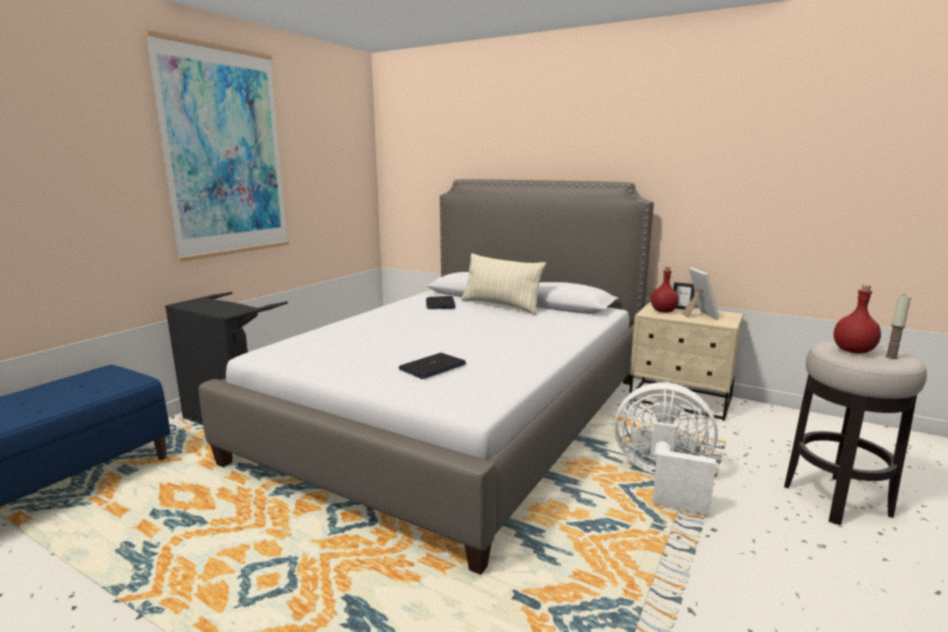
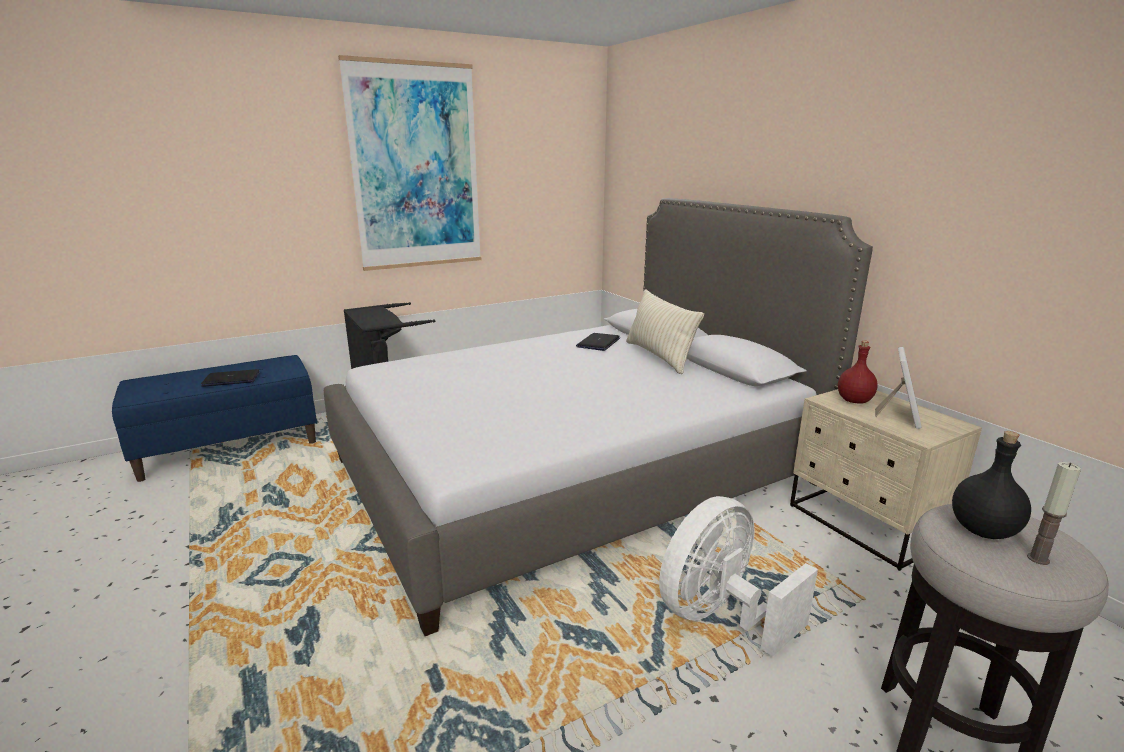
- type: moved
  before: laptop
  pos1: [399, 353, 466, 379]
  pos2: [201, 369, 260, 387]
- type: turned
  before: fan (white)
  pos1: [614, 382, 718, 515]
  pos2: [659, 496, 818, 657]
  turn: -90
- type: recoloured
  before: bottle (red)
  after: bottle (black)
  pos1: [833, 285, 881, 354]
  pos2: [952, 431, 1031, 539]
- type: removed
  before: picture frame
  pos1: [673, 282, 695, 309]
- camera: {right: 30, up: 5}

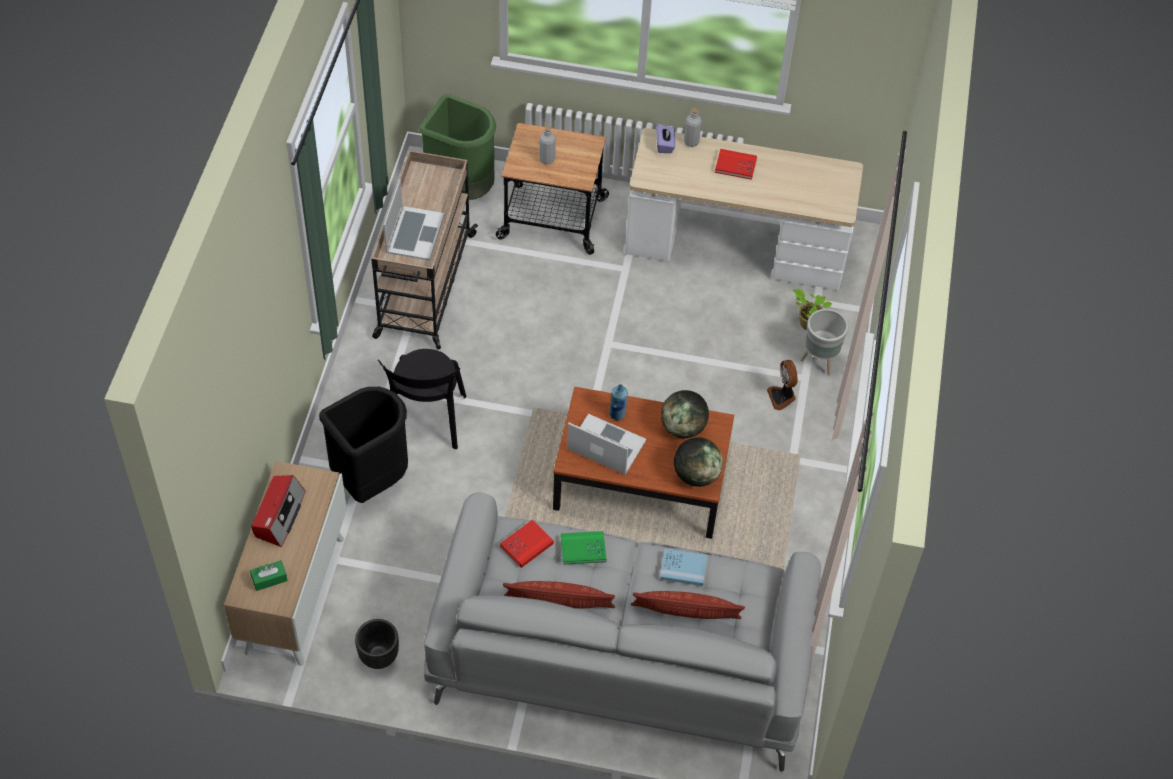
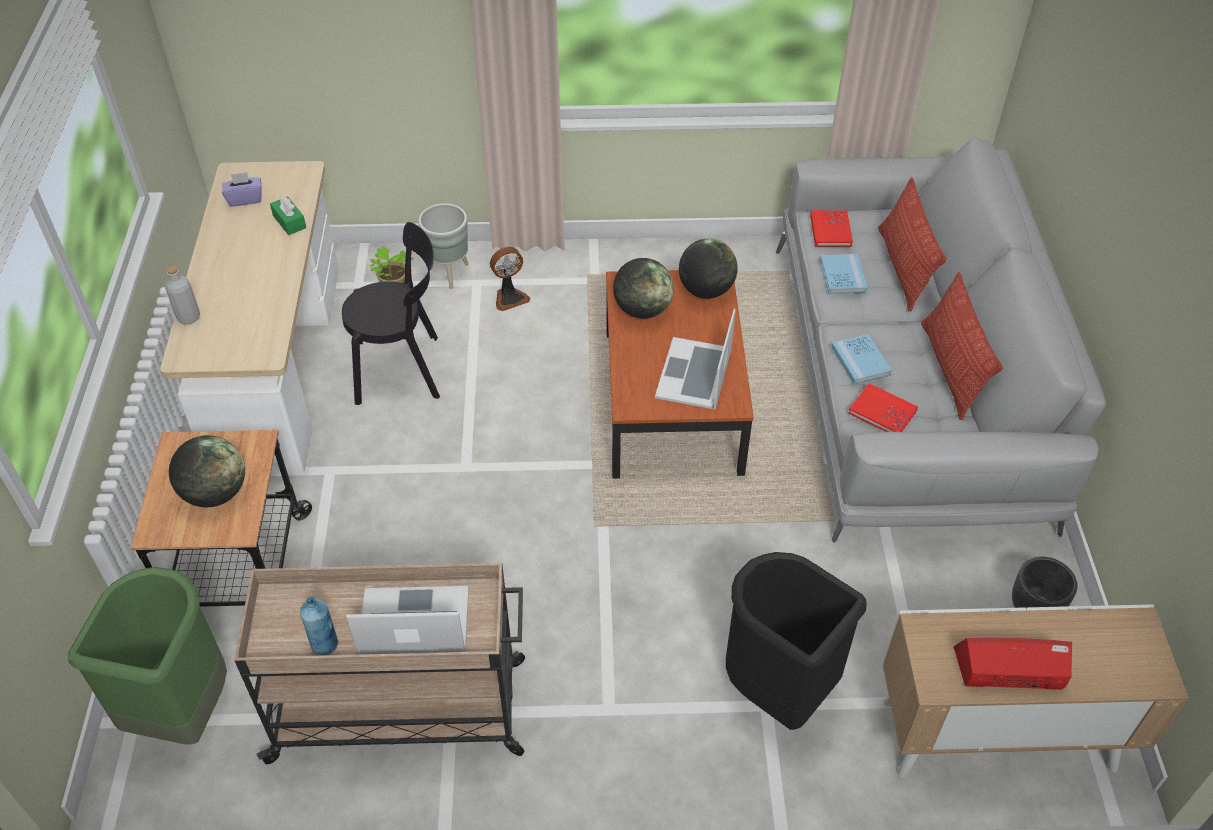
- type: replaced
  before: bottle (grey)
  after: globe
  pos1: [539, 126, 556, 165]
  pos2: [169, 435, 245, 507]
- type: moved
  before: tissue box (purple)
  pos1: [656, 124, 675, 153]
  pos2: [222, 172, 262, 207]
- type: moved
  before: tissue box (green)
  pos1: [250, 560, 288, 591]
  pos2: [270, 195, 306, 235]
- type: moved
  before: bottle (blue)
  pos1: [609, 384, 628, 420]
  pos2: [300, 597, 338, 656]
- type: moved
  before: chair (black)
  pos1: [378, 349, 466, 449]
  pos2: [342, 222, 440, 405]
- type: moved
  before: book (red)
  pos1: [715, 149, 757, 180]
  pos2: [810, 210, 853, 247]
- type: recoloured
  before: book (green)
  after: book (blue)
  pos1: [561, 531, 606, 565]
  pos2: [831, 334, 892, 384]
- camera: {right: -100, up: -5}

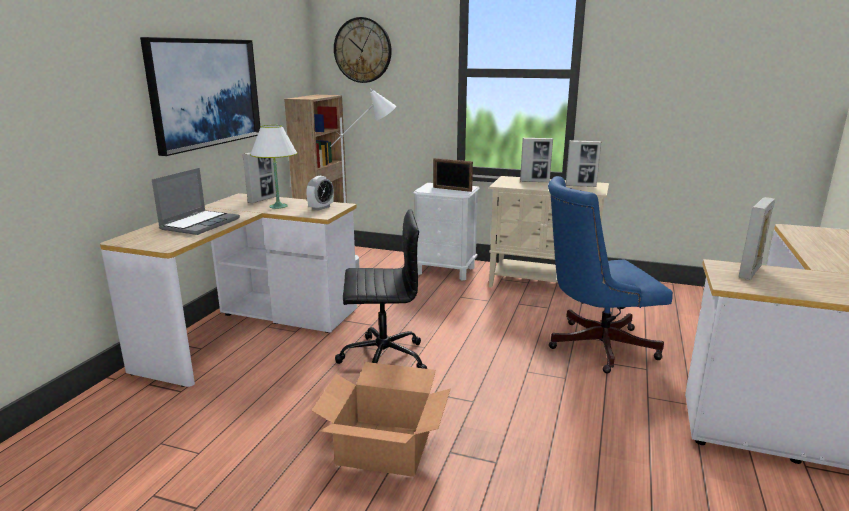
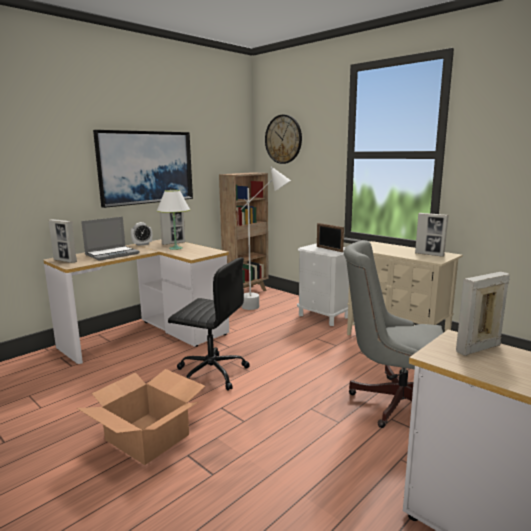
- type: moved
  before: picture frame
  pos1: [520, 138, 553, 182]
  pos2: [48, 219, 77, 263]
- type: moved
  before: alarm clock
  pos1: [306, 176, 334, 211]
  pos2: [131, 222, 152, 246]
- type: recoloured
  before: office chair (blue)
  after: office chair (grey)
  pos1: [548, 176, 673, 373]
  pos2: [344, 240, 443, 428]
- camera: {right: 25, up: -5}

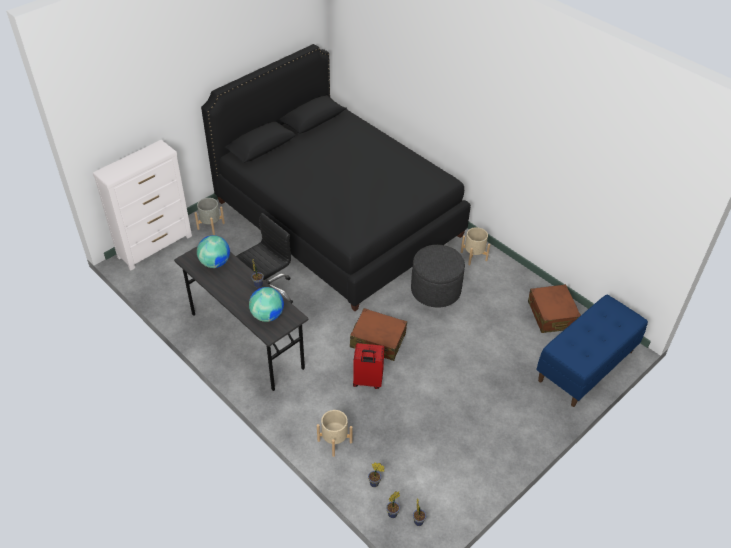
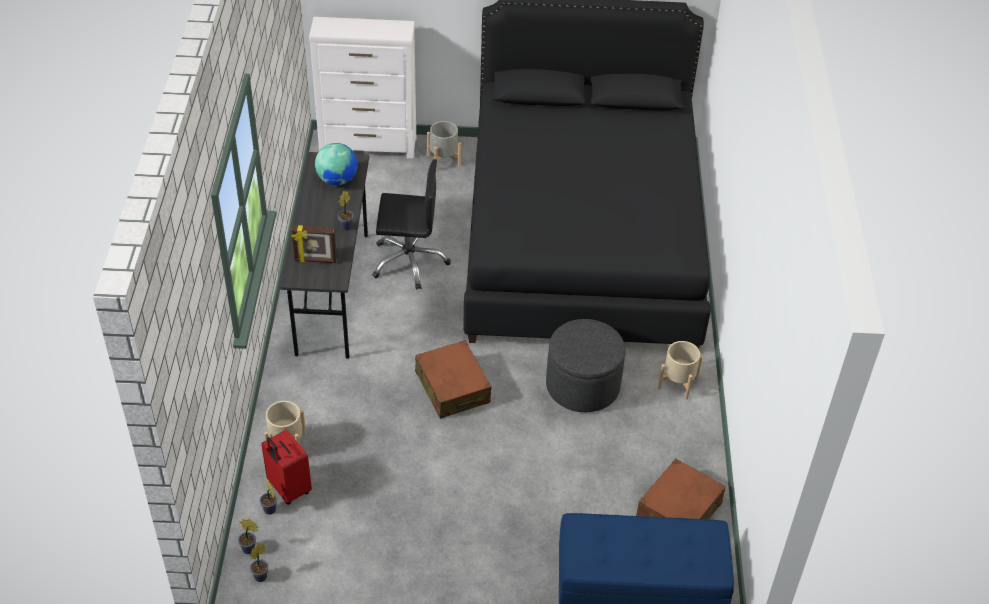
- type: moved
  before: suitcase (red)
  pos1: [353, 343, 384, 389]
  pos2: [261, 429, 312, 505]
- type: replaced
  before: globe
  after: picture frame
  pos1: [249, 287, 284, 322]
  pos2: [291, 225, 337, 263]
- camera: {right: 45, up: 0}

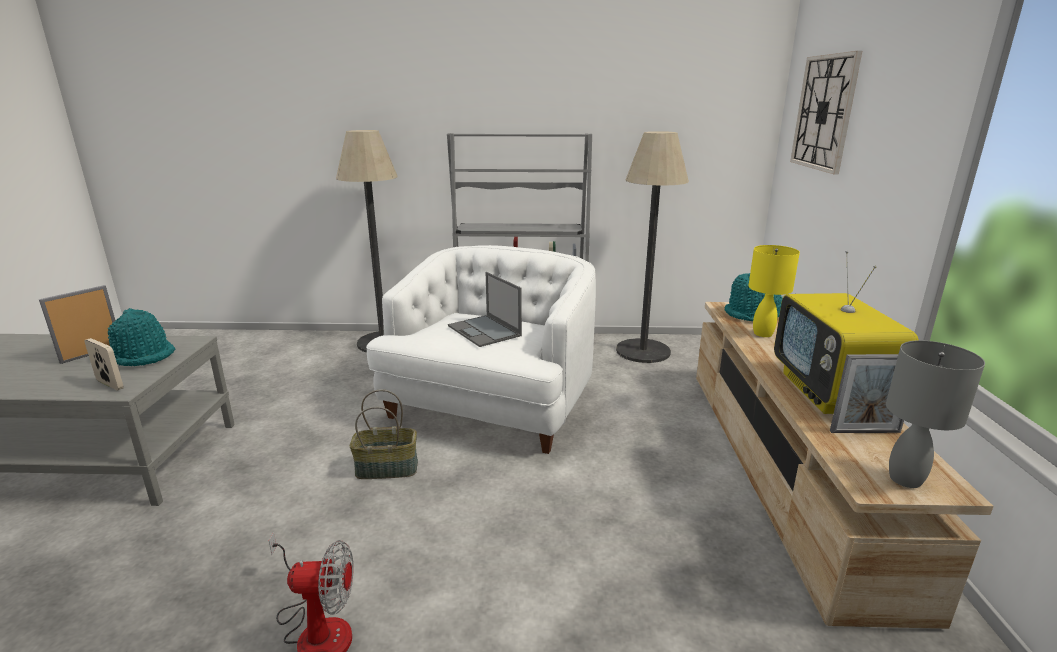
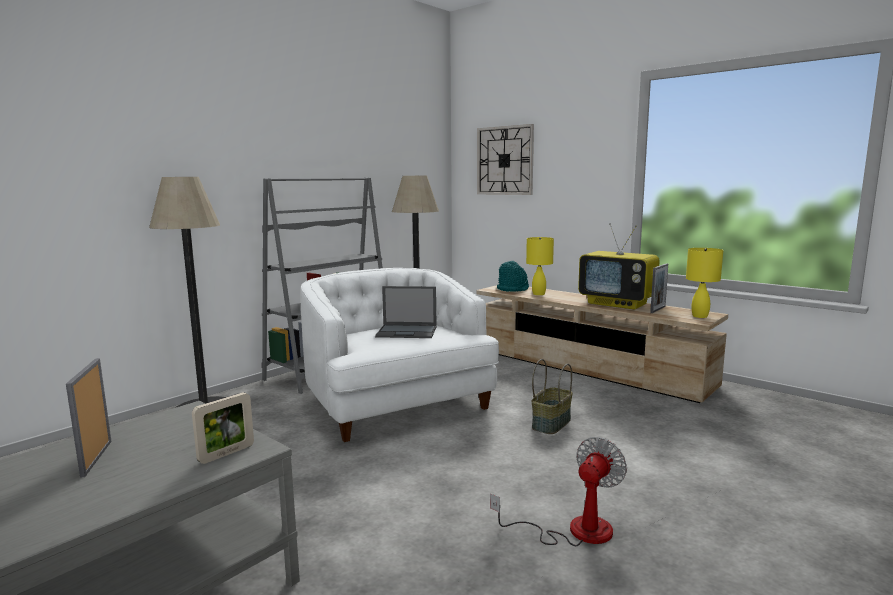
- type: turned
  before: picture frame
  pos1: [85, 338, 124, 391]
  pos2: [192, 392, 254, 464]
  turn: 150
- type: moved
  before: basket
  pos1: [350, 390, 418, 479]
  pos2: [532, 359, 573, 434]
- type: recoloured
  before: table lamp (grey)
  after: table lamp (yellow)
  pos1: [886, 340, 985, 488]
  pos2: [686, 248, 723, 318]
- type: removed
  before: hat (turquoise)
  pos1: [108, 308, 175, 366]
- camera: {right: -50, up: -10}

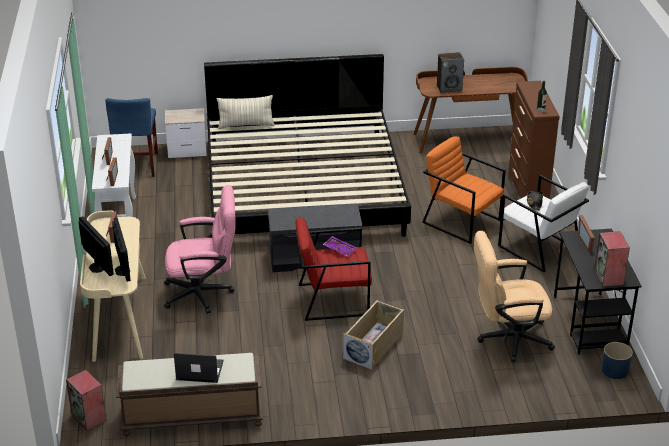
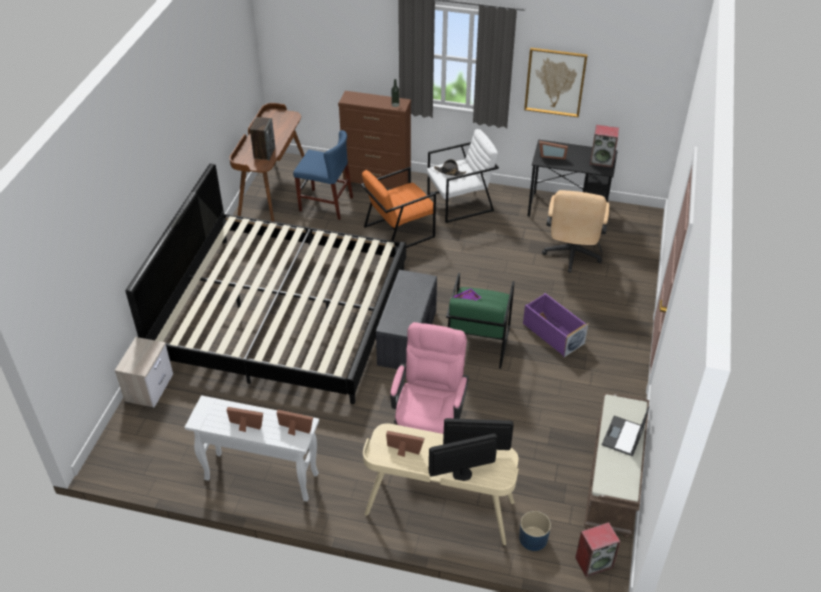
- type: moved
  before: chair (blue)
  pos1: [105, 98, 158, 177]
  pos2: [293, 130, 353, 220]
- type: recoloured
  before: armchair (red)
  after: armchair (green)
  pos1: [296, 217, 372, 321]
  pos2: [446, 273, 515, 369]
- type: moved
  before: planter (blue)
  pos1: [602, 342, 633, 379]
  pos2: [519, 511, 551, 551]
- type: recoloured
  before: storage box (beige)
  after: storage box (purple)
  pos1: [343, 300, 404, 370]
  pos2: [523, 293, 589, 357]
- type: added
  after: picture
  pos2: [524, 48, 587, 117]
- type: removed
  before: pillow
  pos1: [217, 95, 275, 129]
- camera: {right: -70, up: 10}

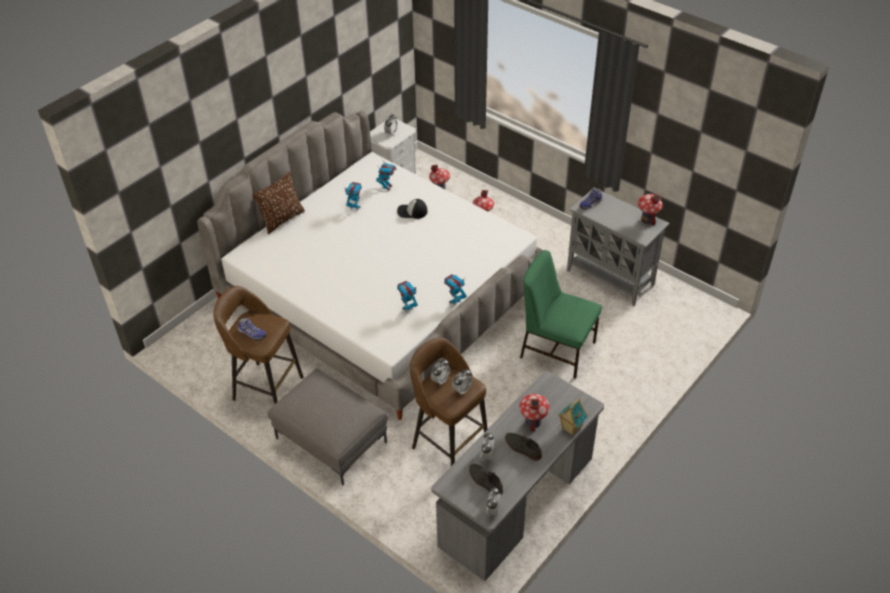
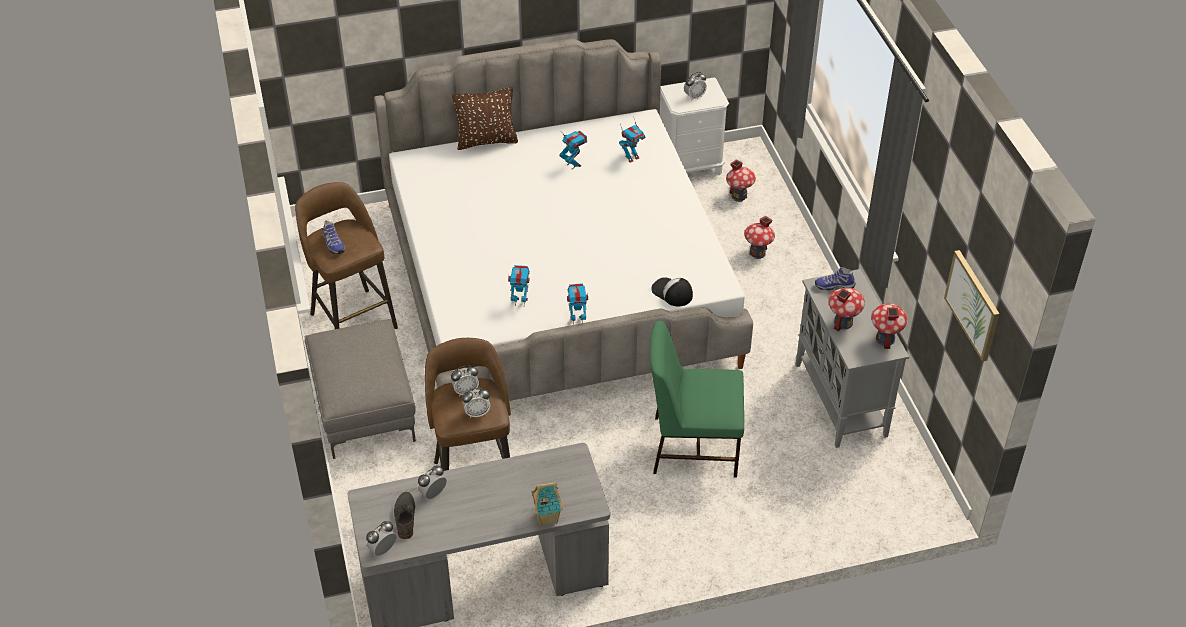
- type: turned
  before: chair (green)
  pos1: [520, 250, 602, 379]
  pos2: [650, 321, 744, 478]
  turn: -60
- type: moved
  before: cap
  pos1: [397, 199, 428, 219]
  pos2: [651, 277, 693, 306]
- type: moved
  before: toy house
  pos1: [519, 394, 549, 431]
  pos2: [828, 288, 865, 331]
- type: added
  after: picture
  pos2: [944, 250, 999, 362]
- type: removed
  before: shoe (grey)
  pos1: [505, 433, 542, 461]
- camera: {right: 35, up: 0}

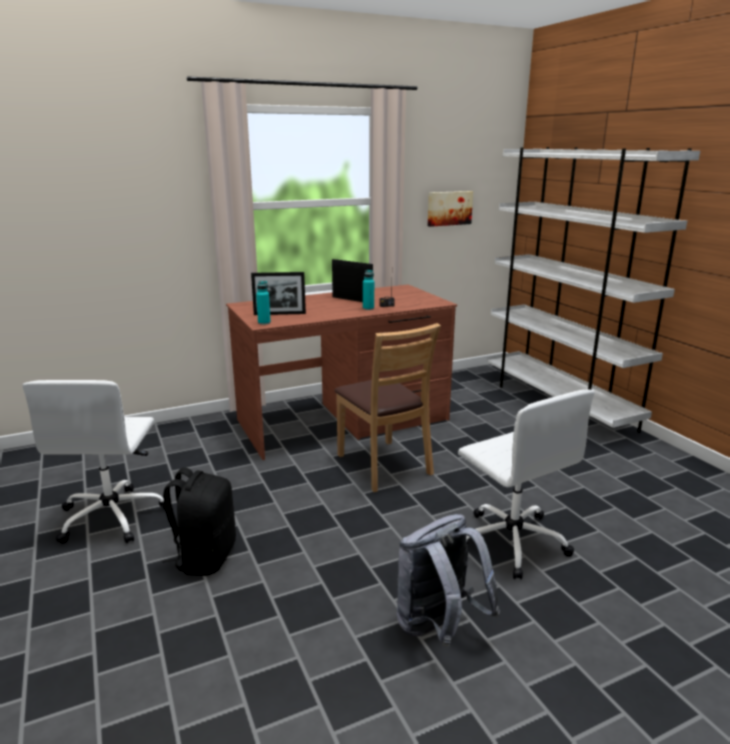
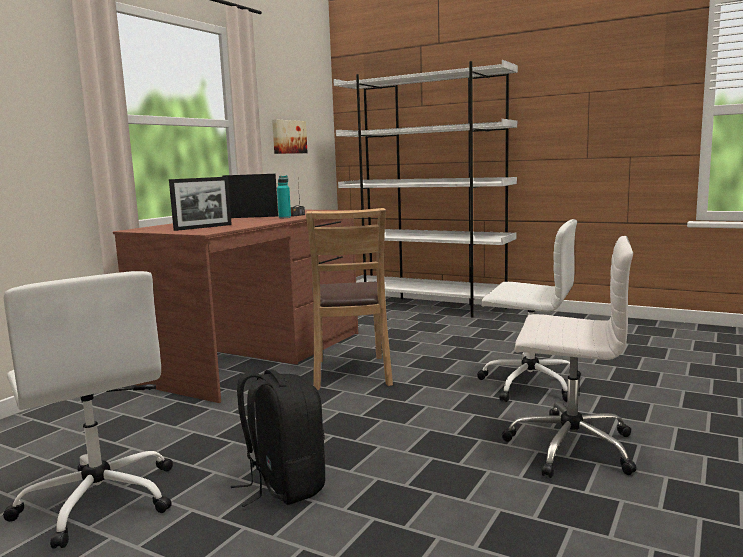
- type: turned
  before: chair (brown)
  pos1: [334, 323, 441, 492]
  pos2: [306, 208, 393, 390]
  turn: 60
- type: replaced
  before: backpack (grey)
  after: office chair (white)
  pos1: [397, 514, 500, 647]
  pos2: [502, 236, 637, 478]
- type: removed
  before: bottle (turquoise)
  pos1: [256, 281, 271, 325]
- camera: {right: -35, up: -10}

